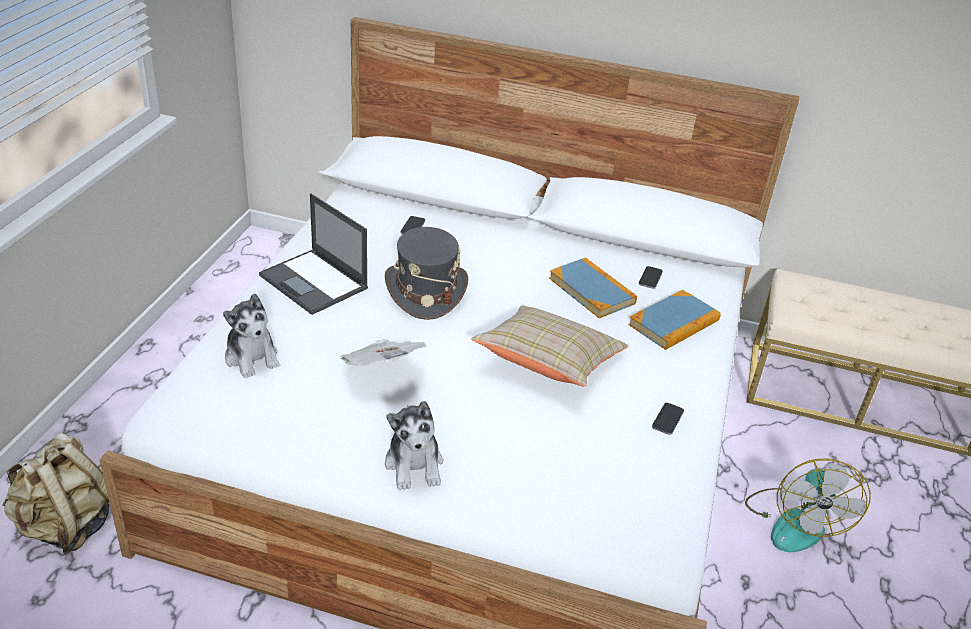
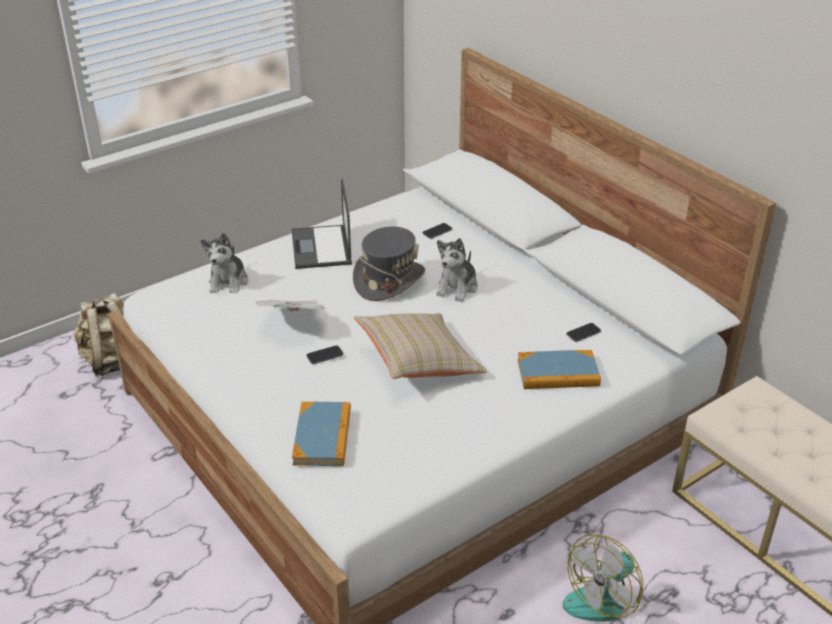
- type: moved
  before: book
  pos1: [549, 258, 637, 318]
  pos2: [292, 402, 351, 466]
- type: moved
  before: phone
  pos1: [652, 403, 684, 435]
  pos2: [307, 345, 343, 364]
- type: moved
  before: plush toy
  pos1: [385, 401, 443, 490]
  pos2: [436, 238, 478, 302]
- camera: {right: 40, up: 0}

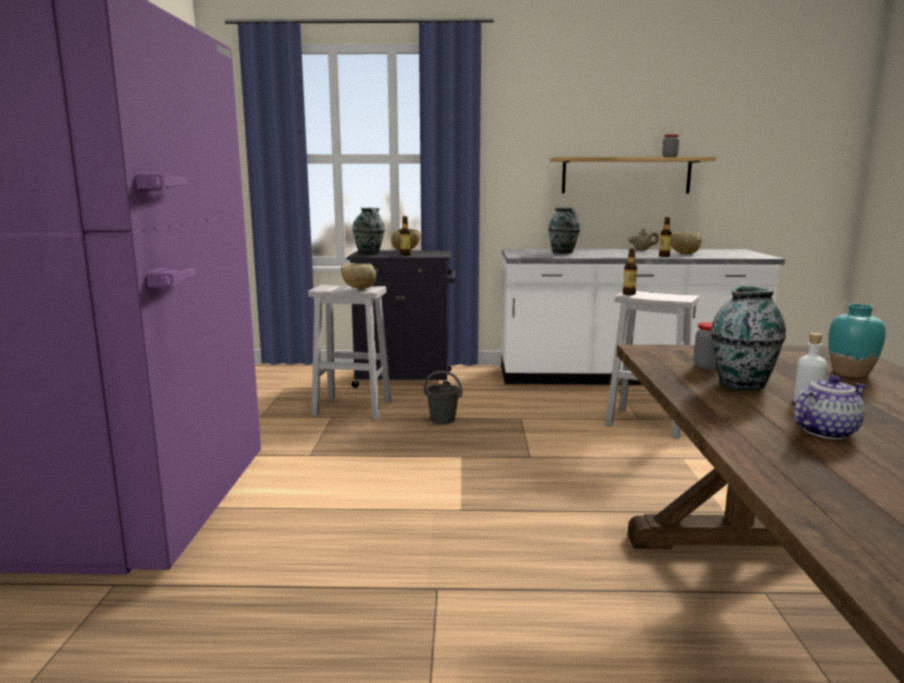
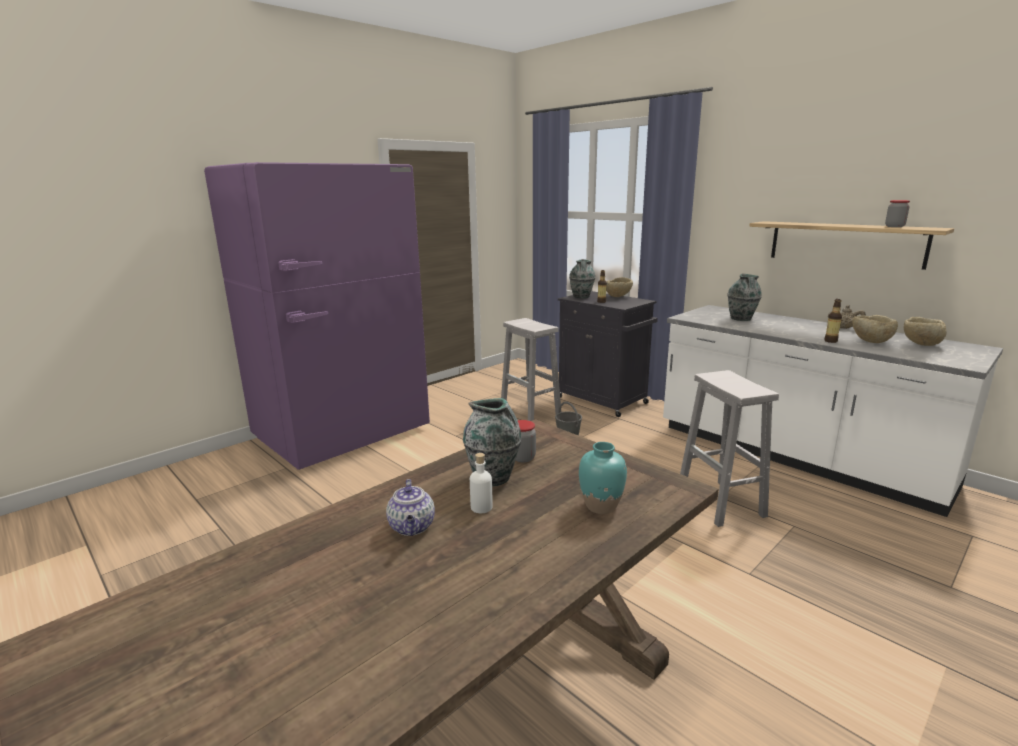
- type: turned
  before: teapot
  pos1: [794, 375, 866, 439]
  pos2: [386, 479, 435, 536]
  turn: 60
- type: moved
  before: bowl (beige)
  pos1: [341, 263, 376, 289]
  pos2: [904, 317, 947, 346]
- type: removed
  before: bottle
  pos1: [623, 249, 637, 295]
- camera: {right: 45, up: 5}

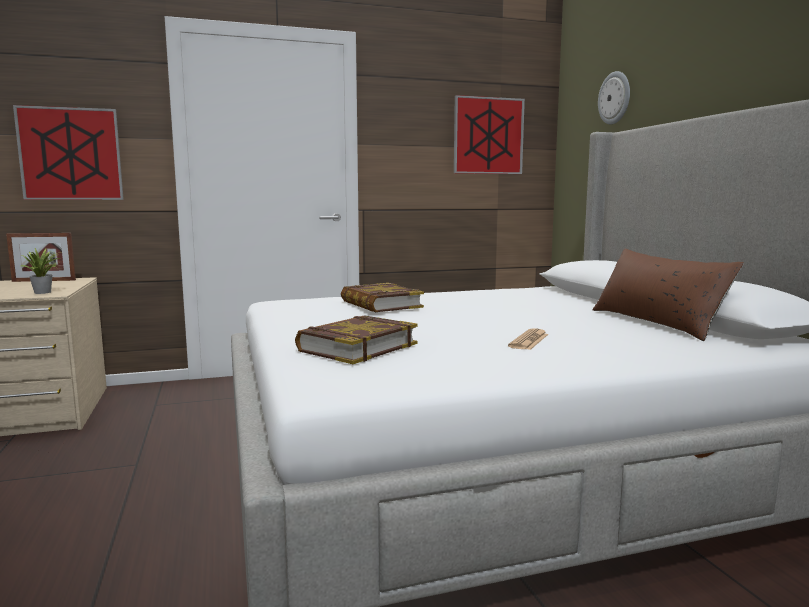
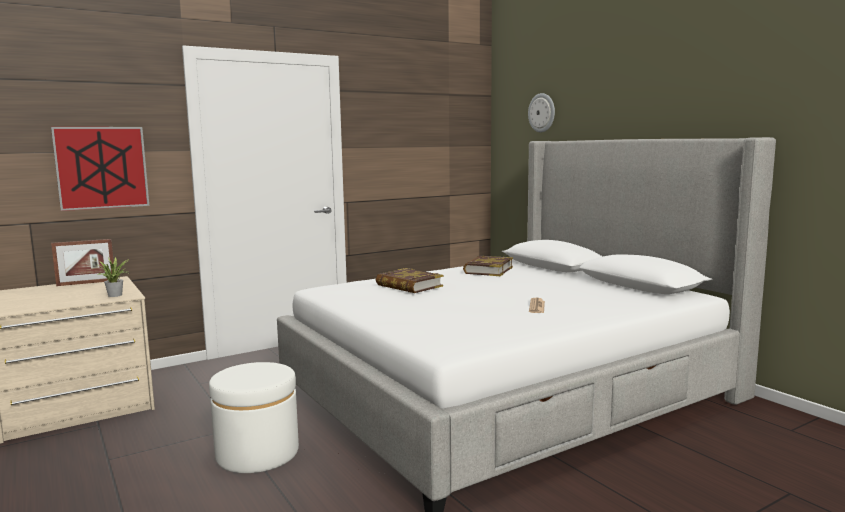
- type: added
  after: ottoman (white)
  pos2: [209, 362, 299, 473]
- type: moved
  before: book
  pos1: [295, 315, 418, 364]
  pos2: [463, 256, 513, 276]
- type: removed
  before: picture
  pos1: [454, 95, 525, 174]
- type: removed
  before: pillow (brown)
  pos1: [593, 249, 744, 341]
- camera: {right: -15, up: 0}

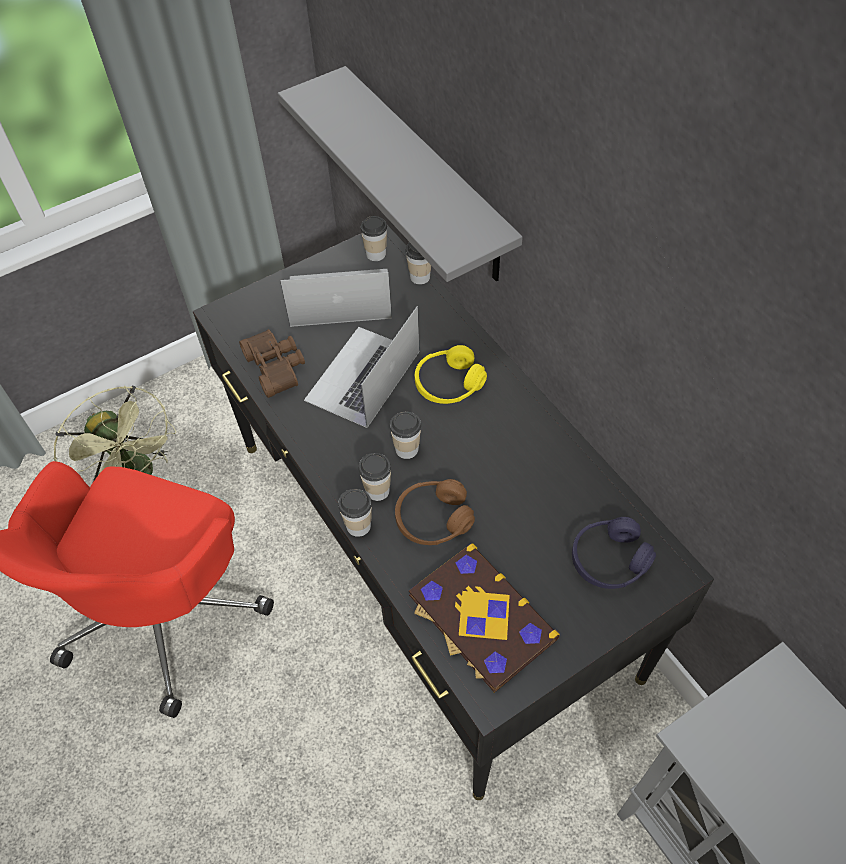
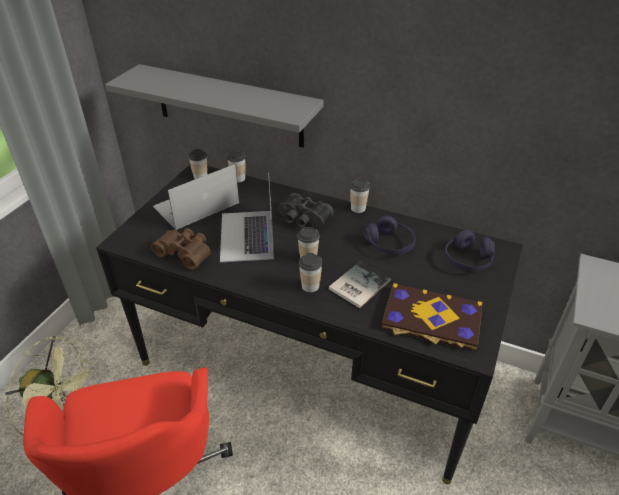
- type: replaced
  before: headphones (yellow)
  after: binoculars (black)
  pos1: [415, 345, 487, 404]
  pos2: [278, 193, 334, 228]
- type: replaced
  before: headphones (brown)
  after: book
  pos1: [395, 479, 475, 545]
  pos2: [329, 261, 391, 308]
- type: moved
  before: cup
  pos1: [338, 489, 372, 537]
  pos2: [350, 179, 370, 213]
- type: added
  after: headphones (purple)
  pos2: [364, 216, 416, 254]
- camera: {right: -35, up: -15}

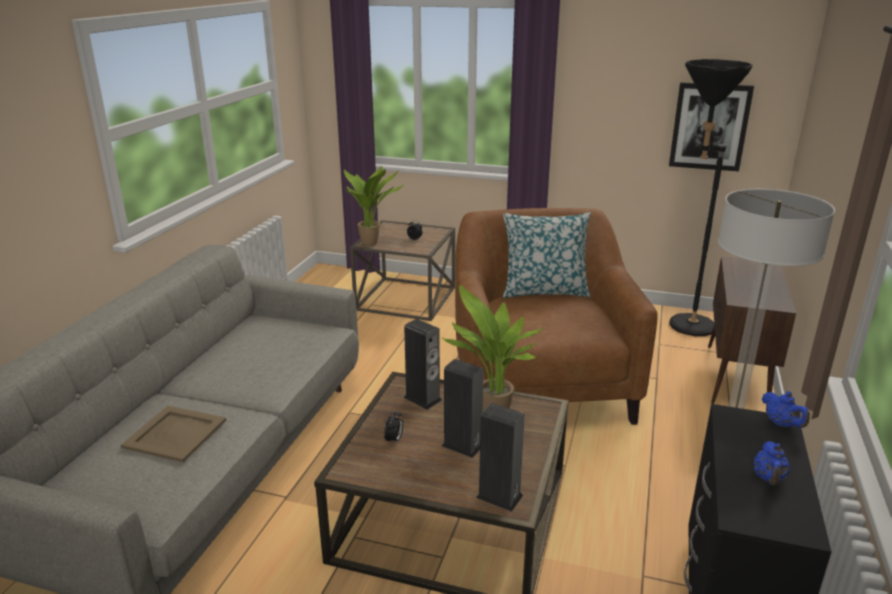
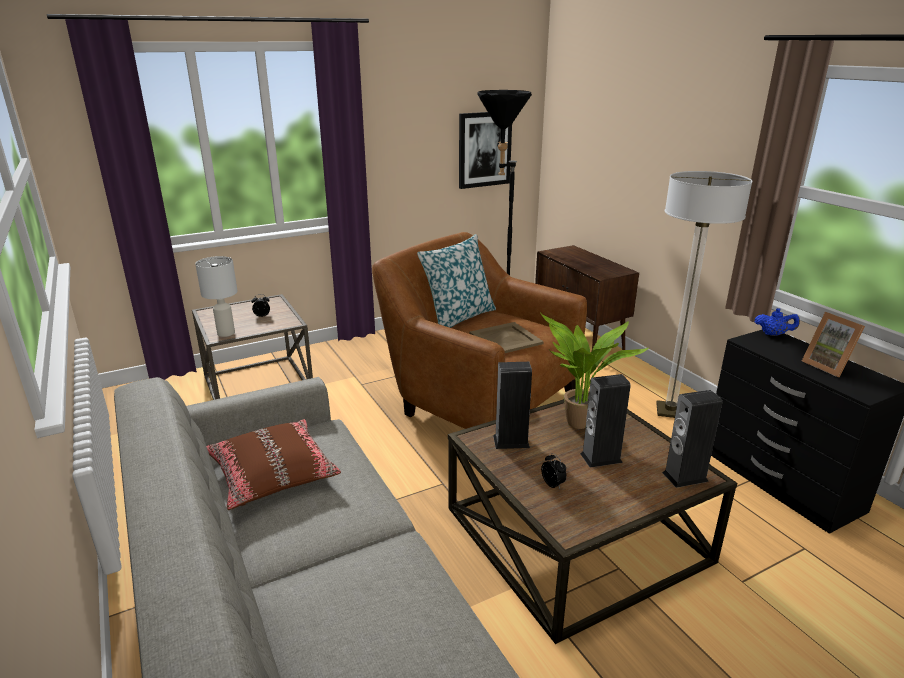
- type: replaced
  before: potted plant
  after: table lamp (white)
  pos1: [344, 166, 403, 246]
  pos2: [195, 256, 238, 337]
- type: added
  after: pillow (brown)
  pos2: [206, 419, 341, 510]
- type: moved
  before: tray (beige)
  pos1: [121, 406, 227, 462]
  pos2: [470, 322, 544, 353]
- type: replaced
  before: teapot (blue)
  after: picture frame
  pos1: [754, 441, 790, 485]
  pos2: [802, 312, 865, 377]
- camera: {right: -45, up: 0}

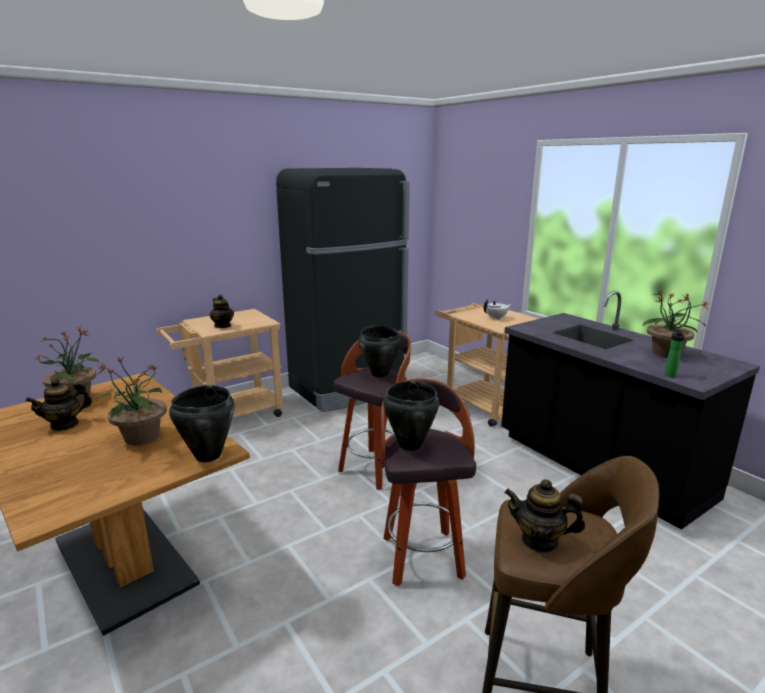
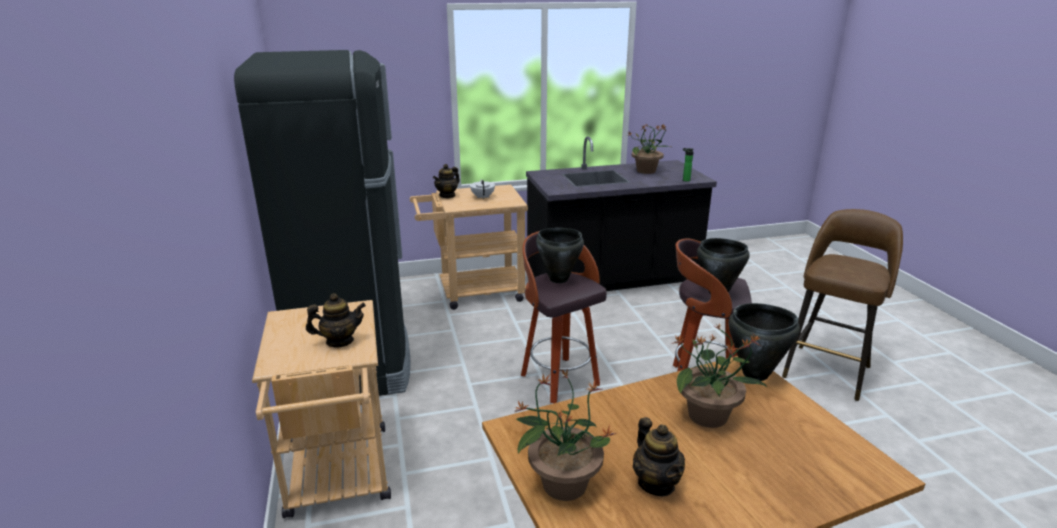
- type: moved
  before: teapot
  pos1: [505, 479, 585, 553]
  pos2: [433, 164, 460, 198]
- camera: {right: -70, up: 5}

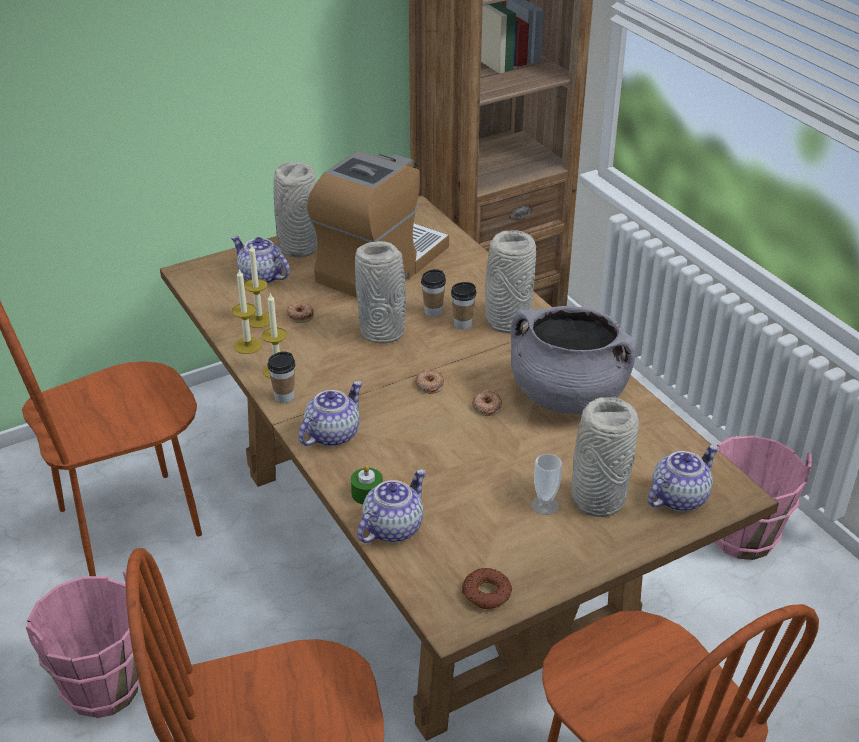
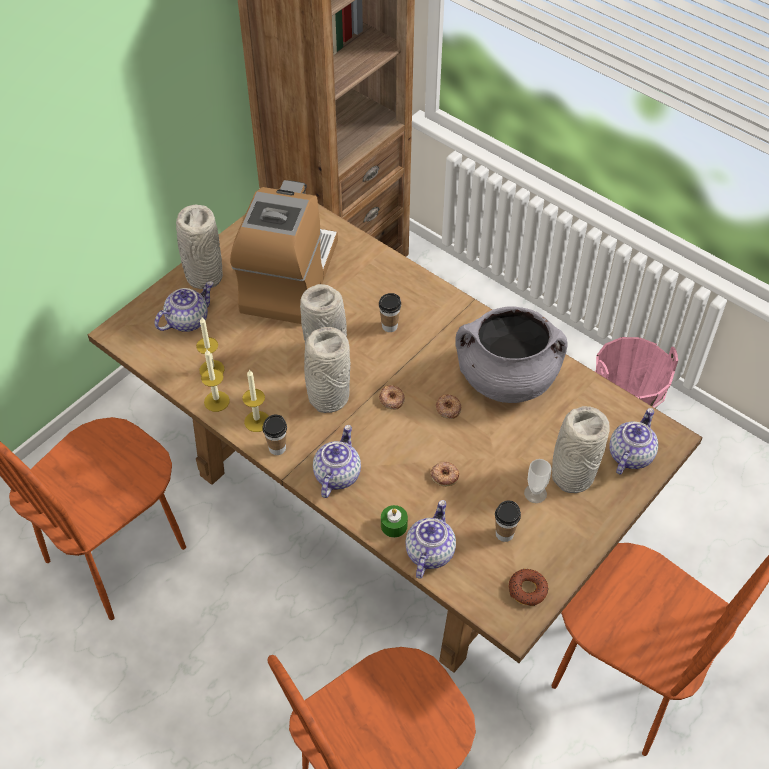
- type: turned
  before: teapot
  pos1: [231, 236, 290, 284]
  pos2: [155, 281, 214, 332]
  turn: 120
- type: moved
  before: vase (grey)
  pos1: [485, 230, 536, 333]
  pos2: [304, 327, 351, 413]
- type: moved
  before: donut
  pos1: [286, 303, 314, 323]
  pos2: [430, 462, 460, 487]
- type: moved
  before: cup
  pos1: [421, 269, 446, 317]
  pos2: [495, 501, 521, 542]
- type: removed
  before: bucket (pink)
  pos1: [26, 571, 139, 718]
- camera: {right: -20, up: 15}

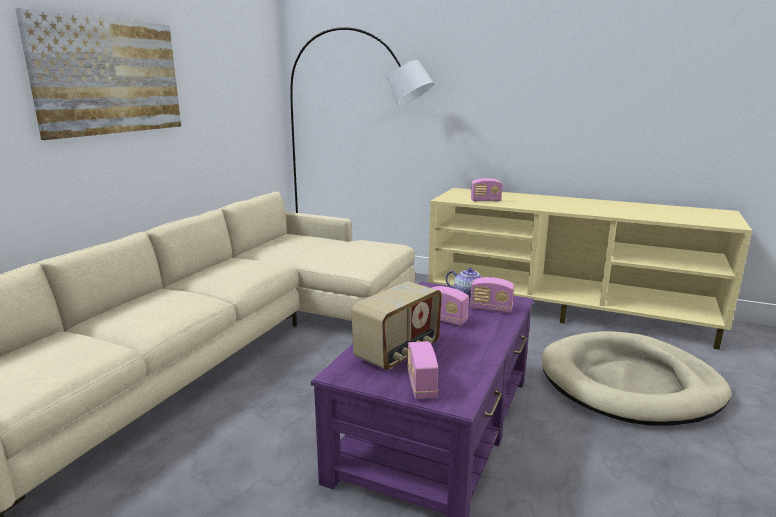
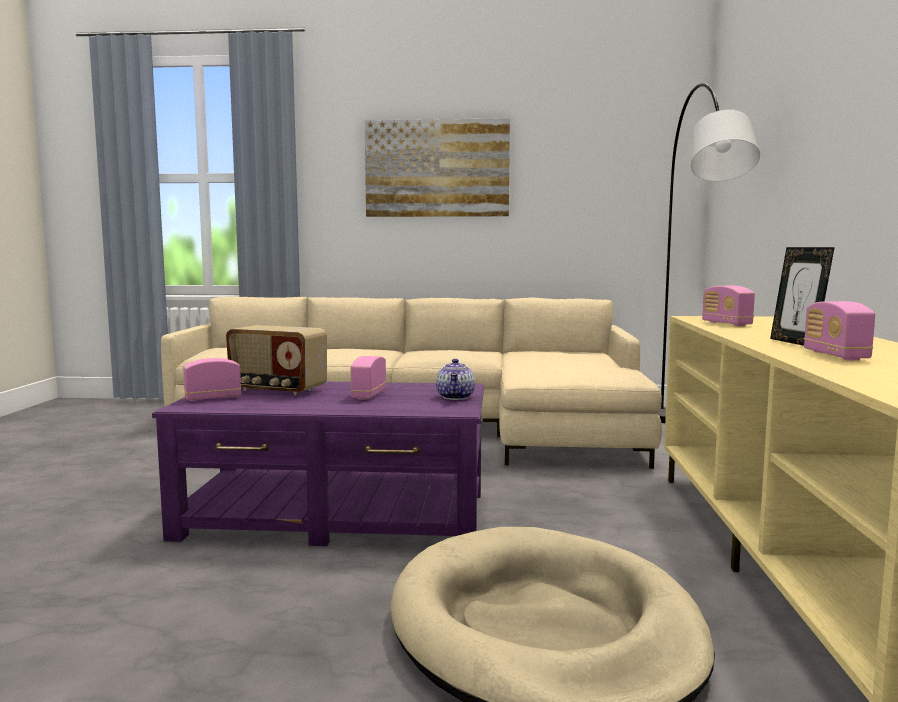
- type: added
  after: picture frame
  pos2: [770, 247, 835, 346]
- type: moved
  before: radio
  pos1: [470, 277, 514, 313]
  pos2: [804, 301, 875, 360]
- camera: {right: 70, up: -10}

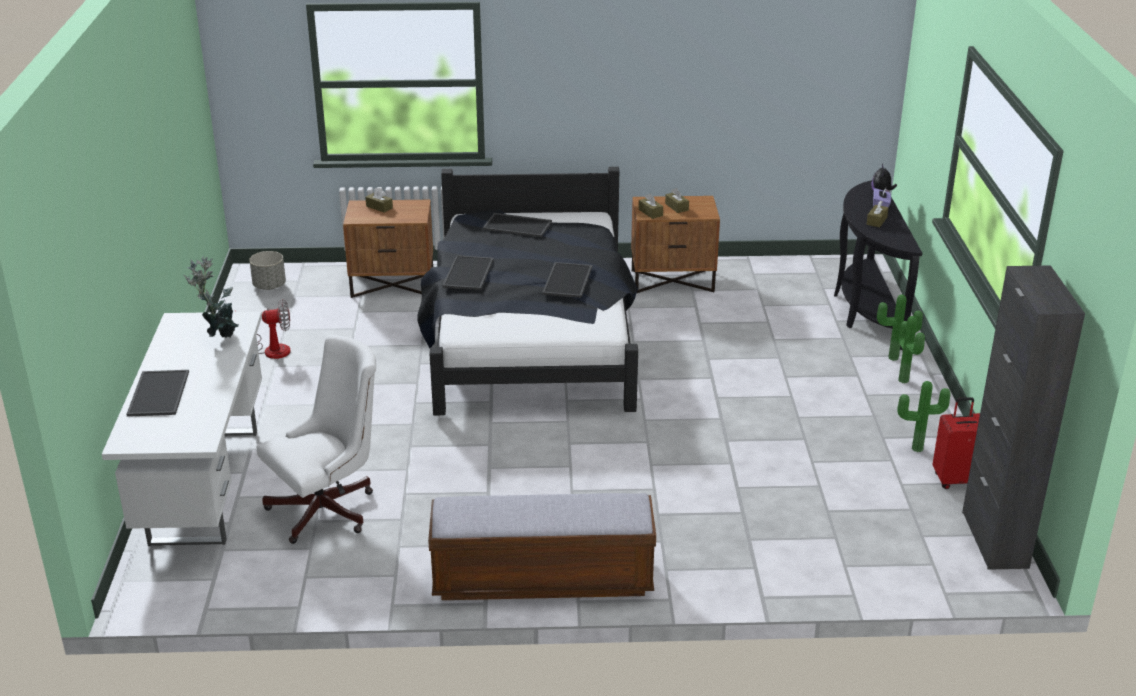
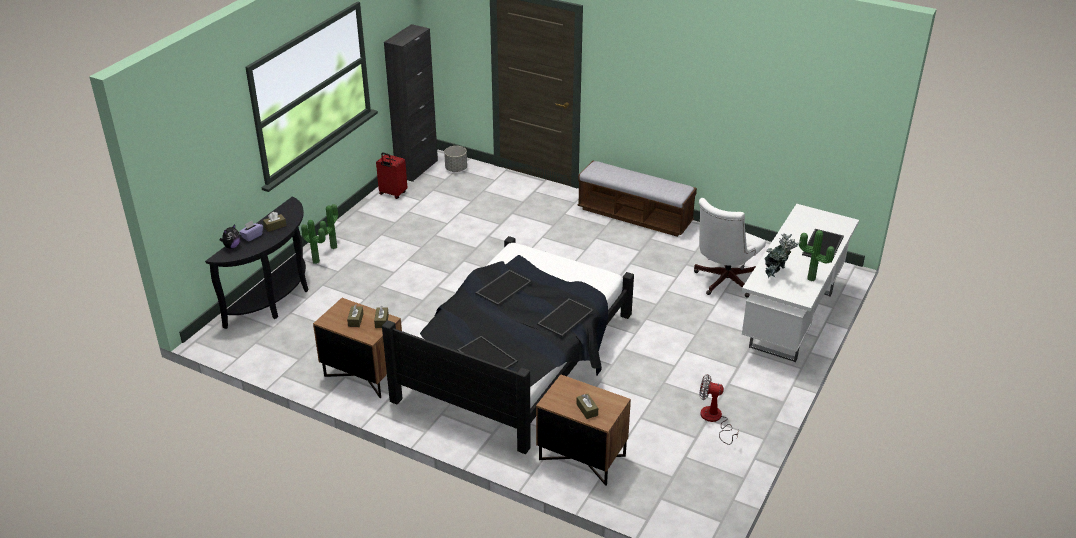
- type: moved
  before: planter (grey)
  pos1: [249, 251, 286, 290]
  pos2: [444, 146, 467, 172]
- type: turned
  before: office chair (white)
  pos1: [257, 335, 376, 544]
  pos2: [694, 198, 766, 298]
  turn: -45
- type: moved
  before: potted plant
  pos1: [897, 381, 950, 452]
  pos2: [799, 230, 835, 281]
- camera: {right: -150, up: 5}

